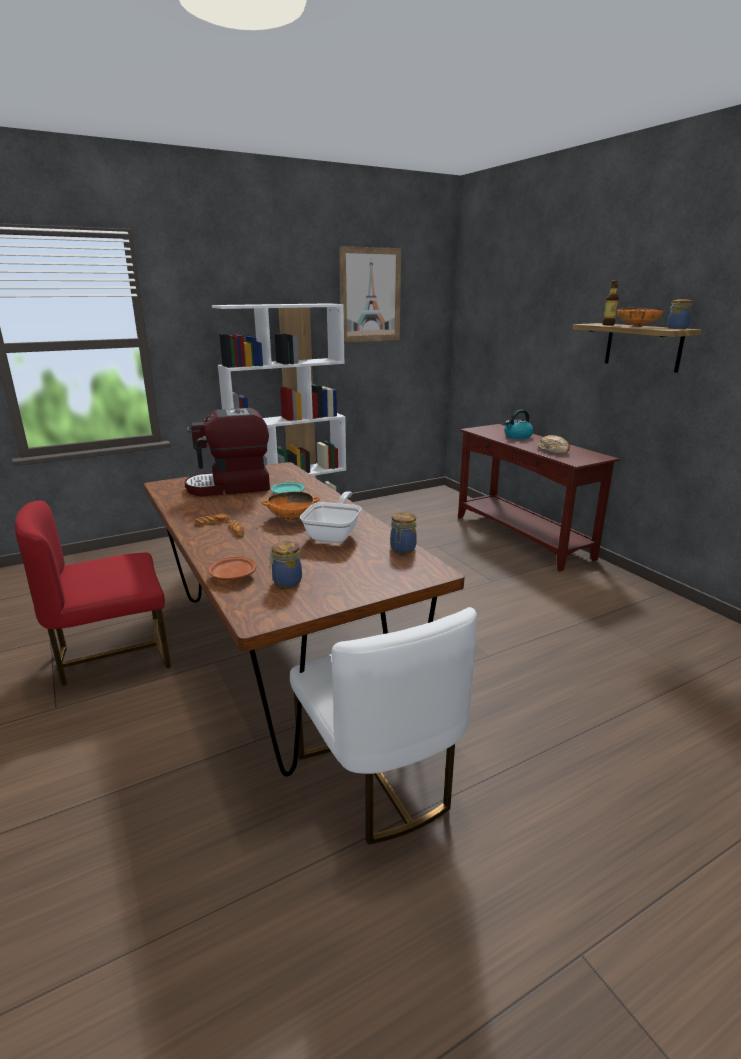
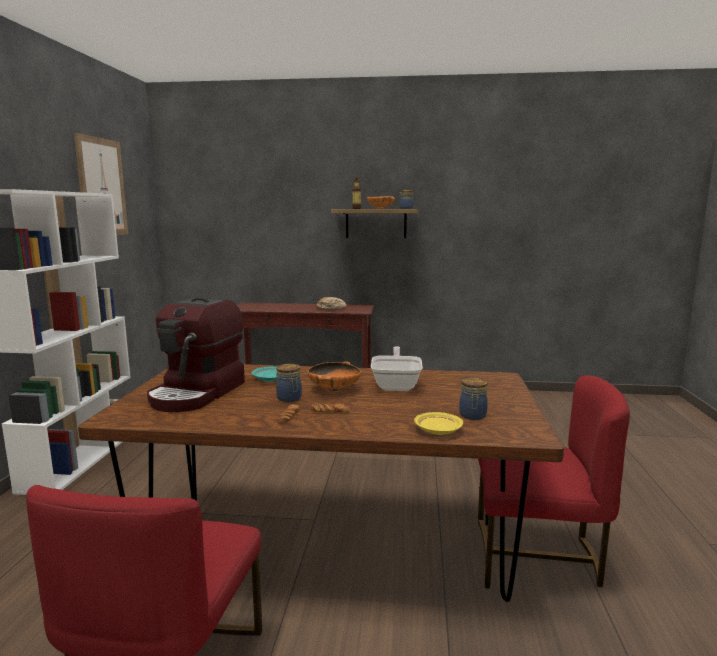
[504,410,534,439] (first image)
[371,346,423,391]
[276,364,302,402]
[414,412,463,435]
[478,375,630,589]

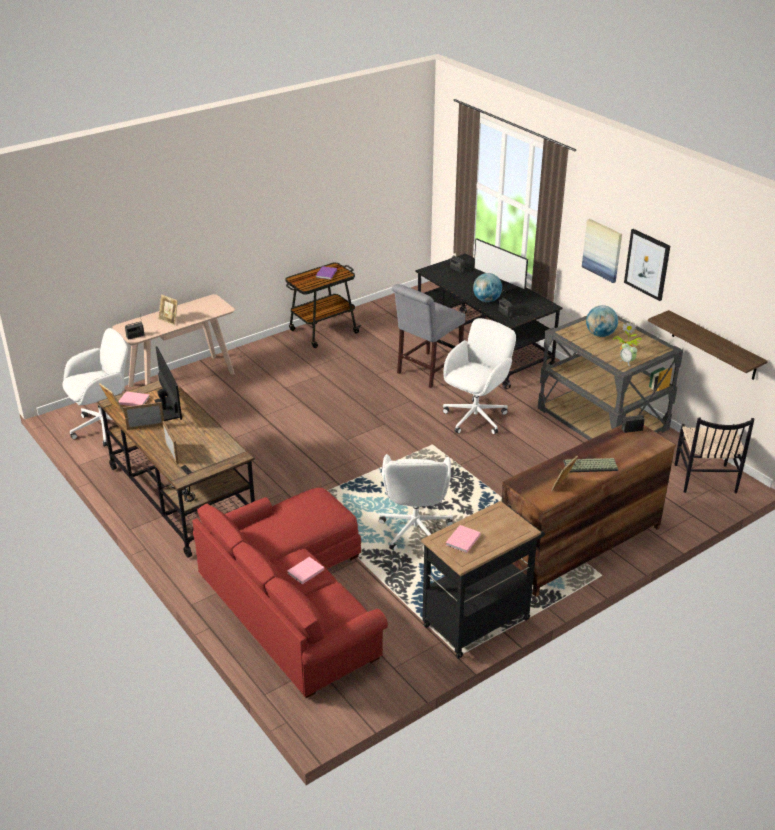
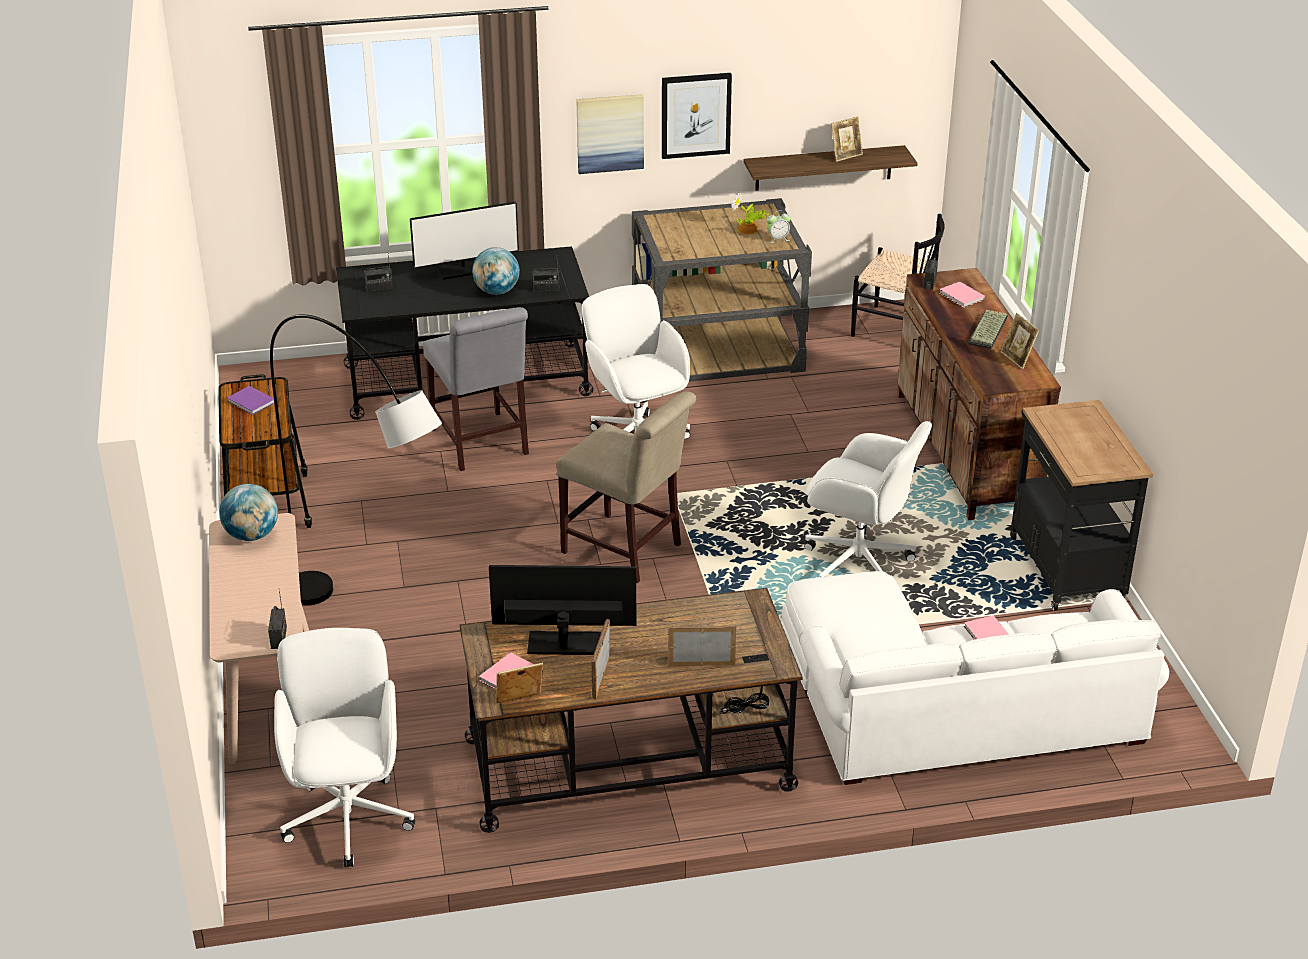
[831,117,863,162]
[219,484,278,541]
[782,571,1169,785]
[939,282,985,308]
[270,314,442,606]
[557,391,696,583]

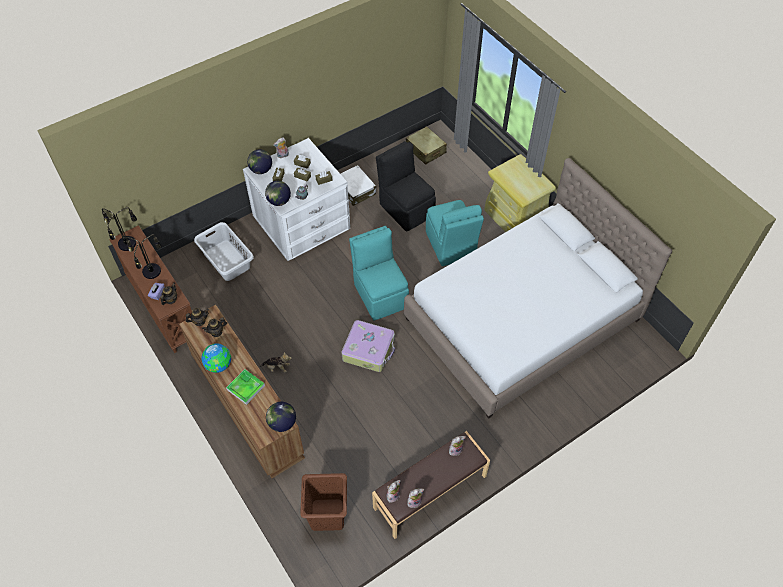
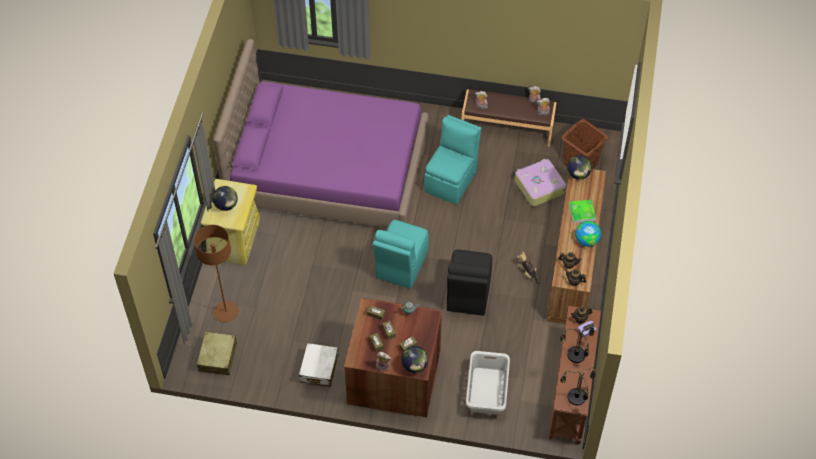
[344,298,442,417]
[447,250,492,316]
[213,39,429,228]
[213,186,238,211]
[424,115,481,204]
[515,159,566,206]
[194,225,238,322]

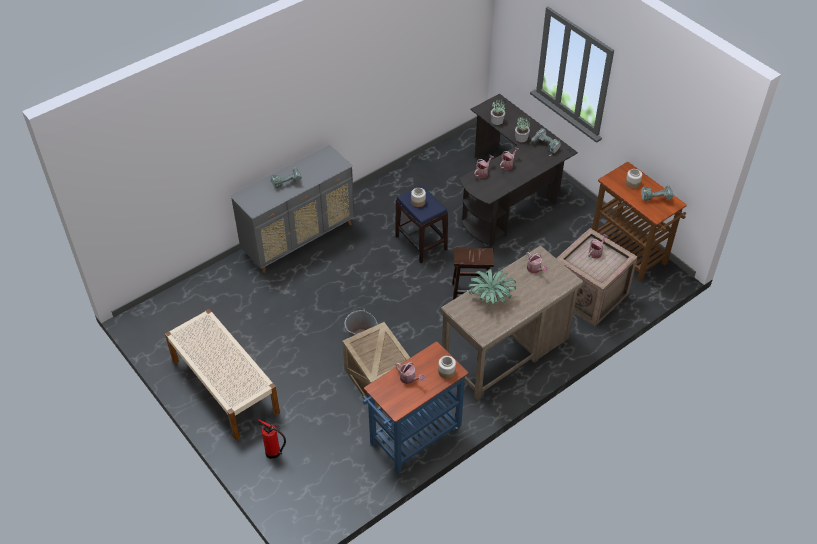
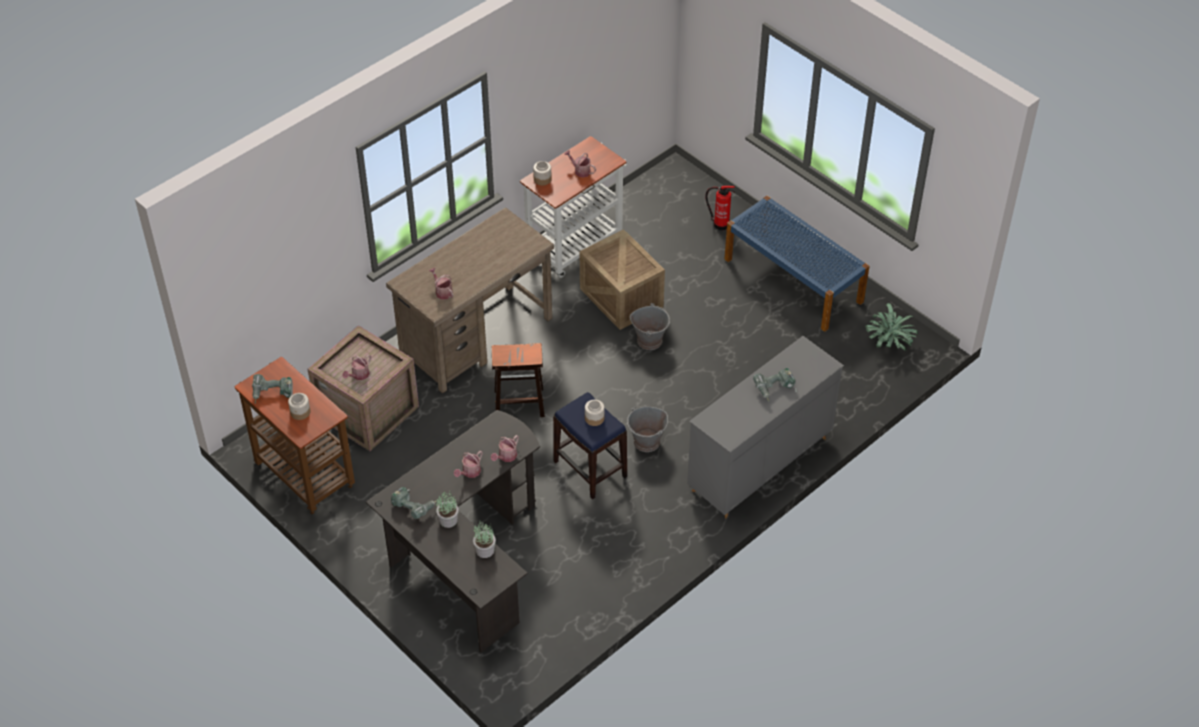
[865,303,918,351]
[724,196,869,332]
[520,136,627,278]
[627,406,668,452]

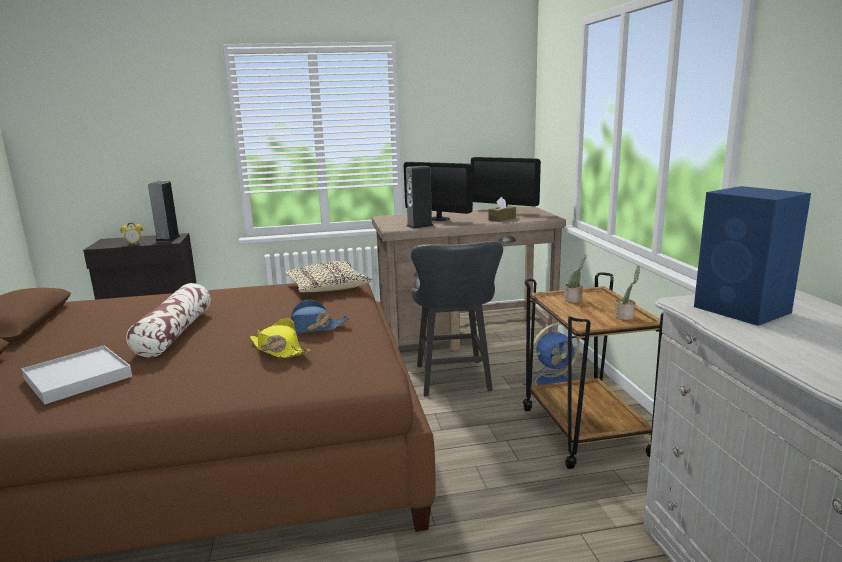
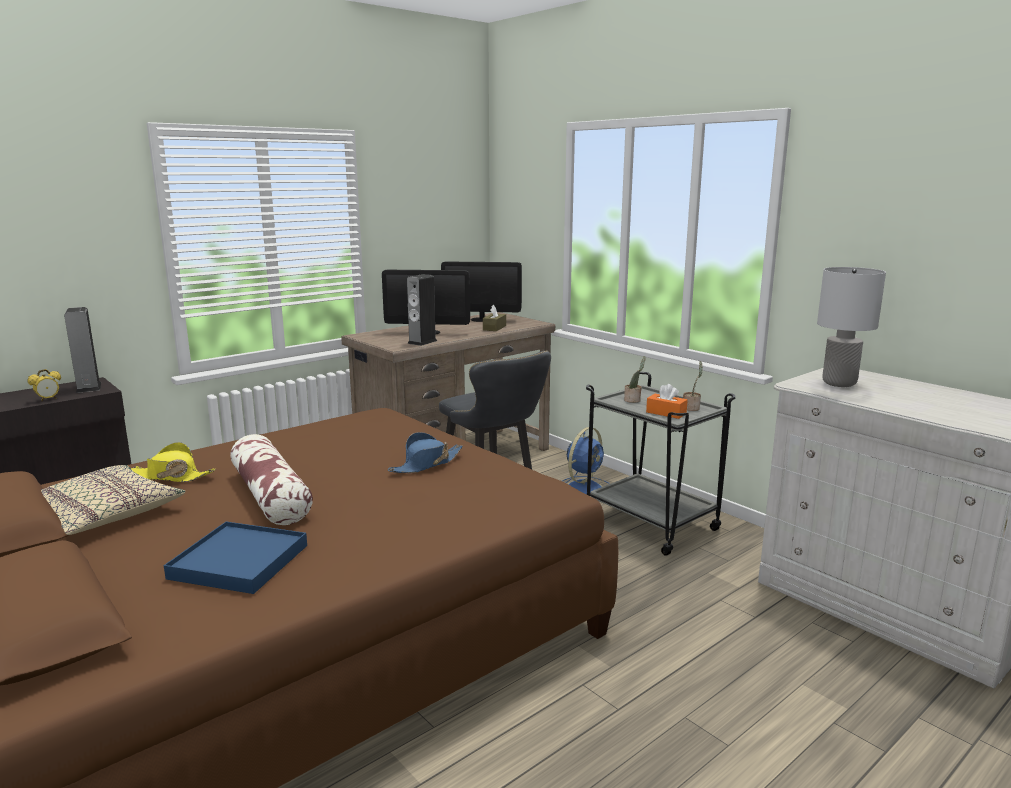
[817,267,886,387]
[41,465,185,535]
[586,372,735,556]
[130,442,216,482]
[164,521,307,594]
[646,384,688,419]

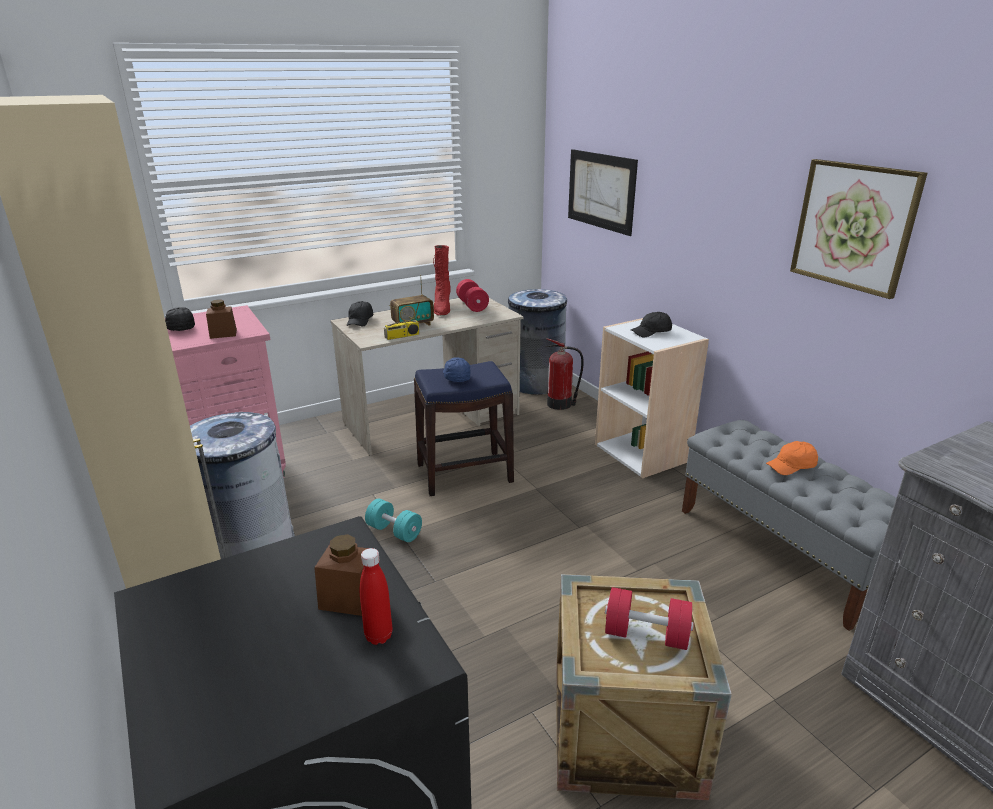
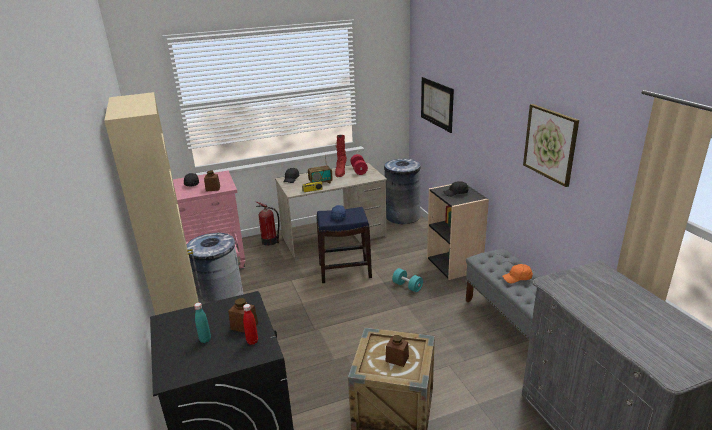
[427,184,489,280]
[256,201,280,246]
[392,268,423,292]
[385,335,409,367]
[194,303,211,343]

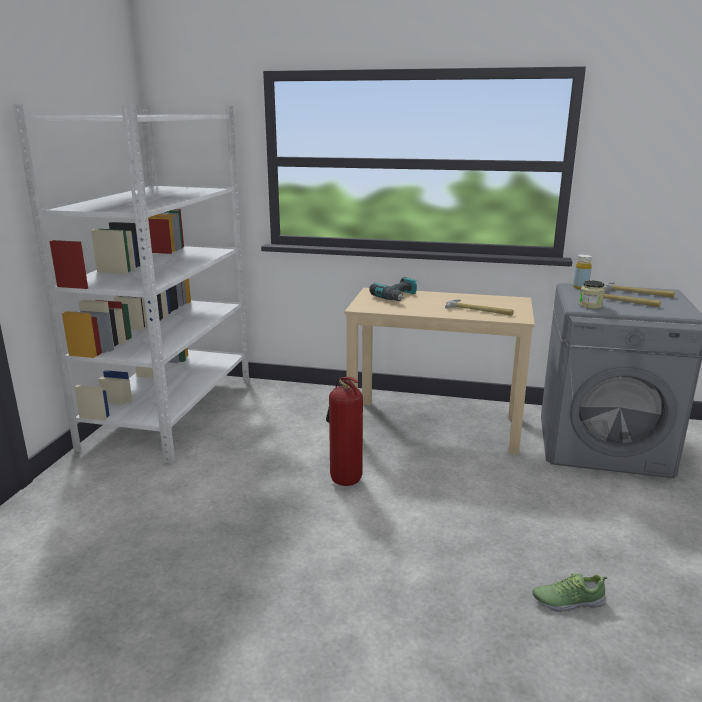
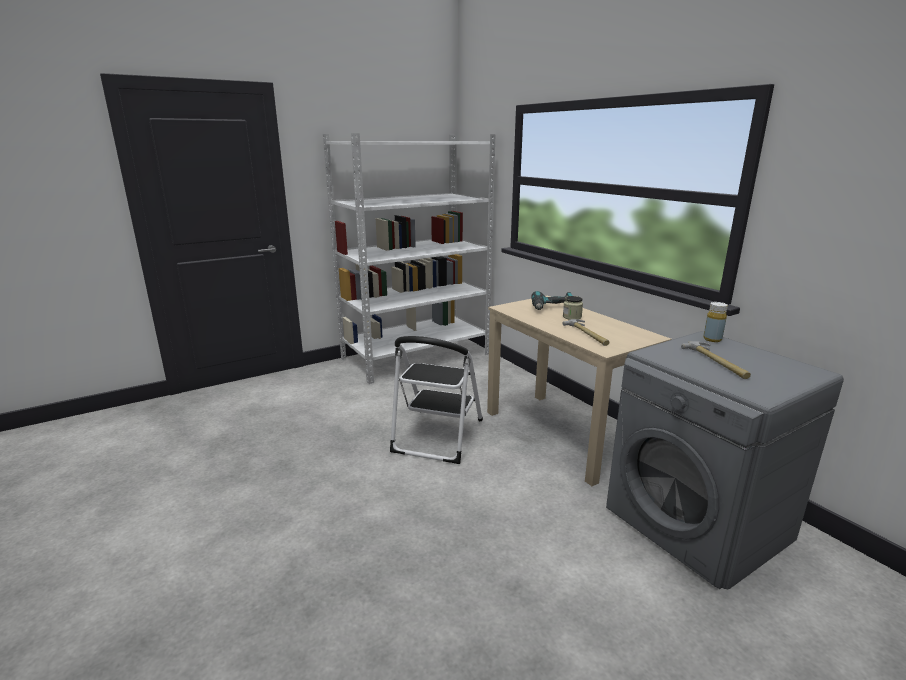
[563,296,583,320]
[603,282,675,298] (first image)
[390,336,483,464]
[532,573,607,612] (first image)

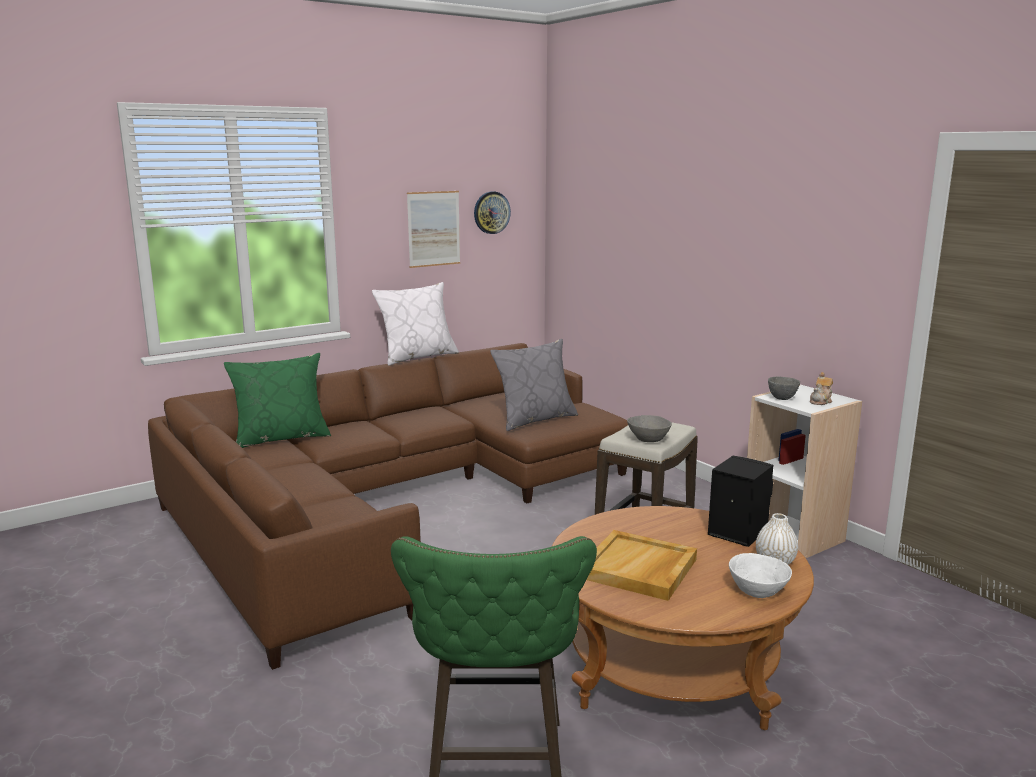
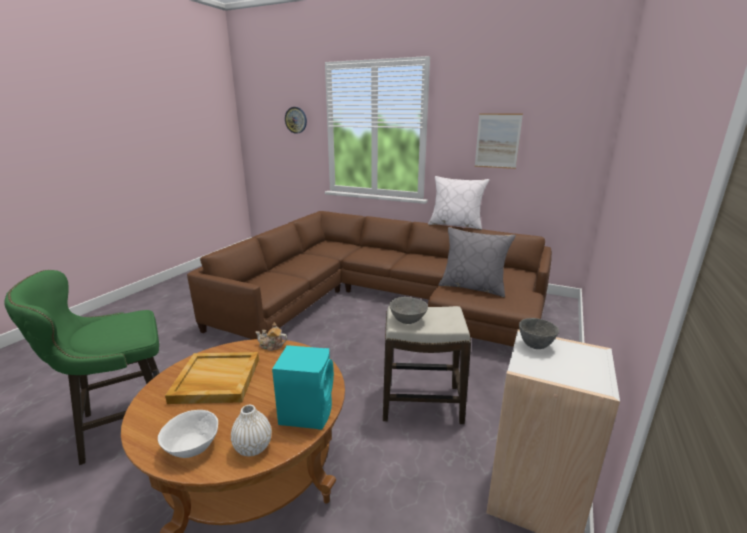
[285,107,307,134]
[224,353,331,448] (first image)
[256,323,287,351]
[272,345,334,430]

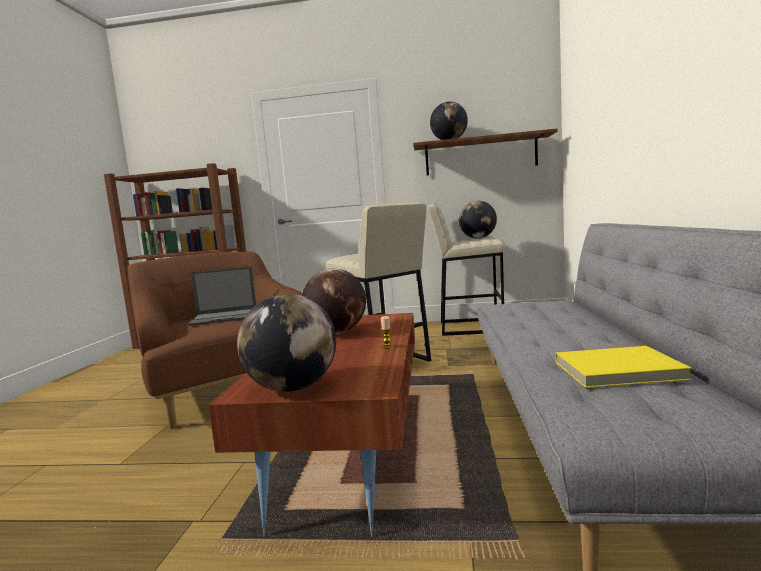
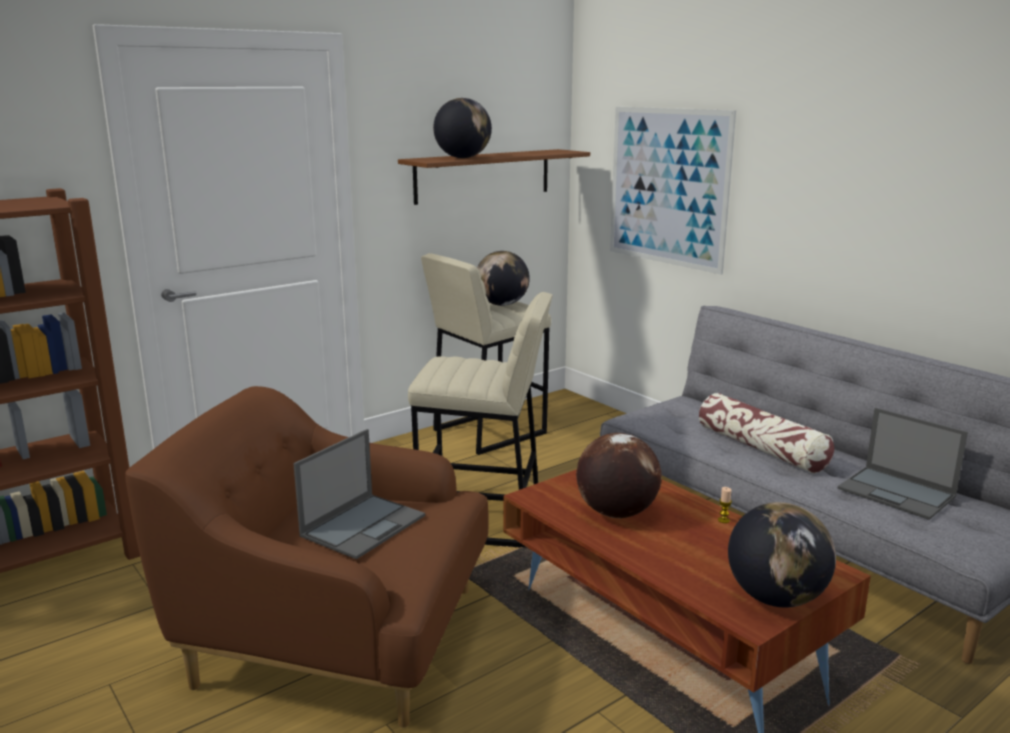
[838,408,968,520]
[610,107,736,275]
[699,393,834,474]

